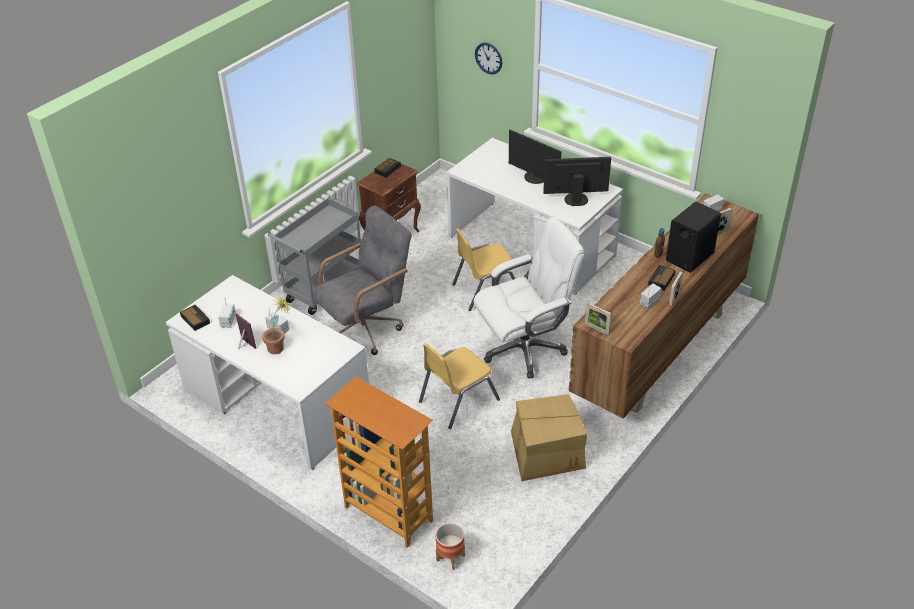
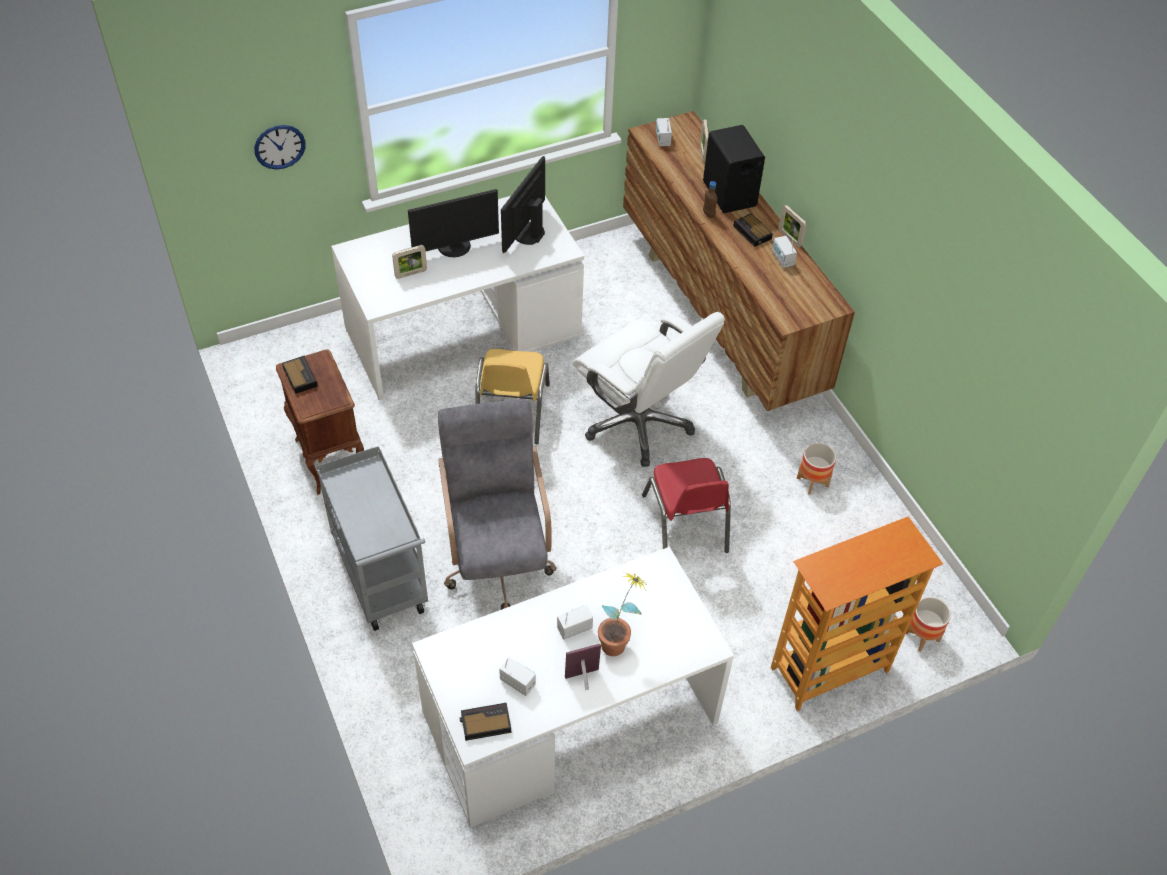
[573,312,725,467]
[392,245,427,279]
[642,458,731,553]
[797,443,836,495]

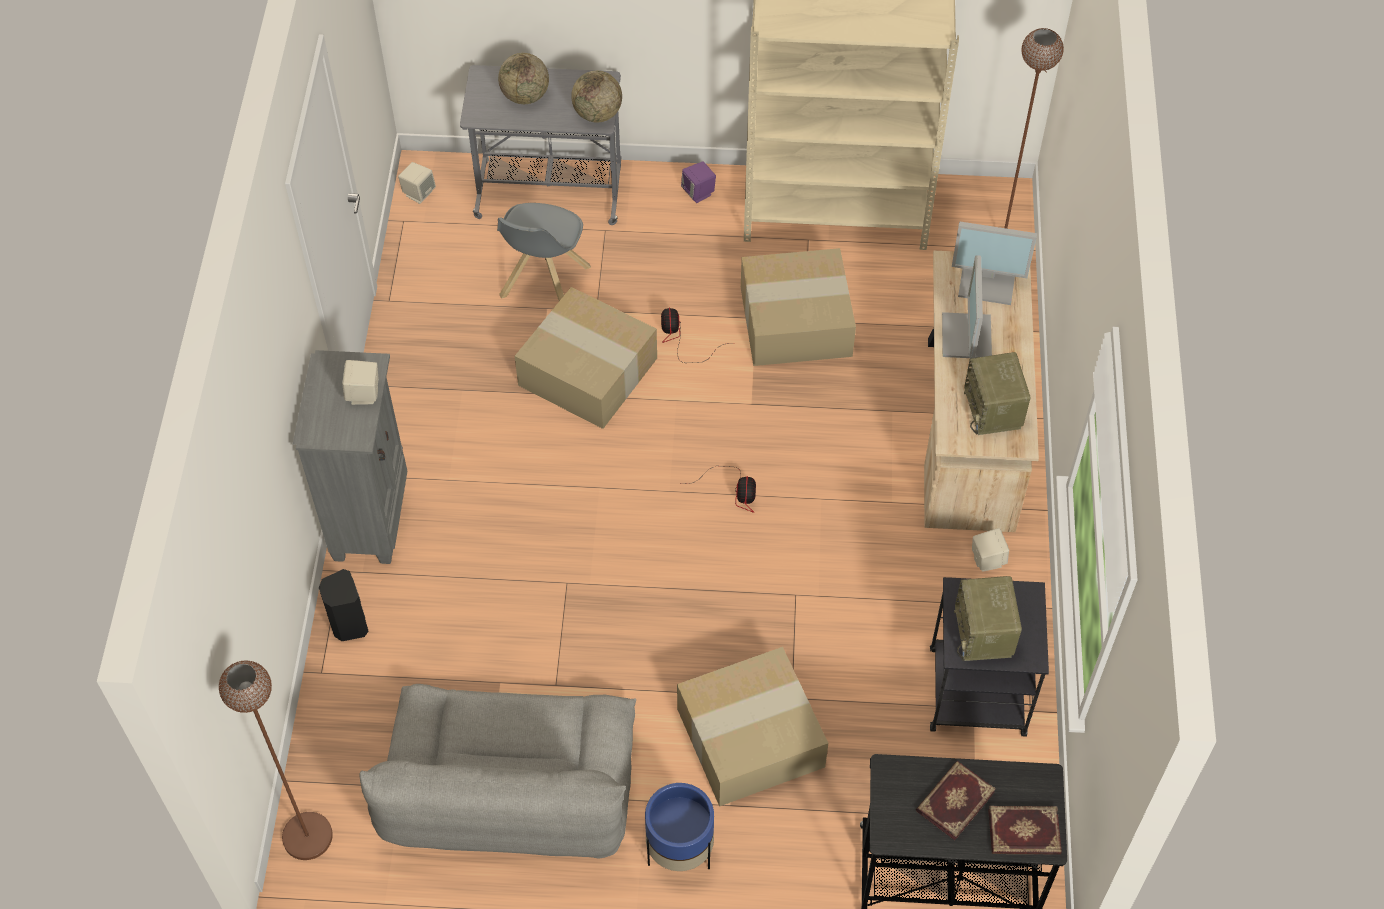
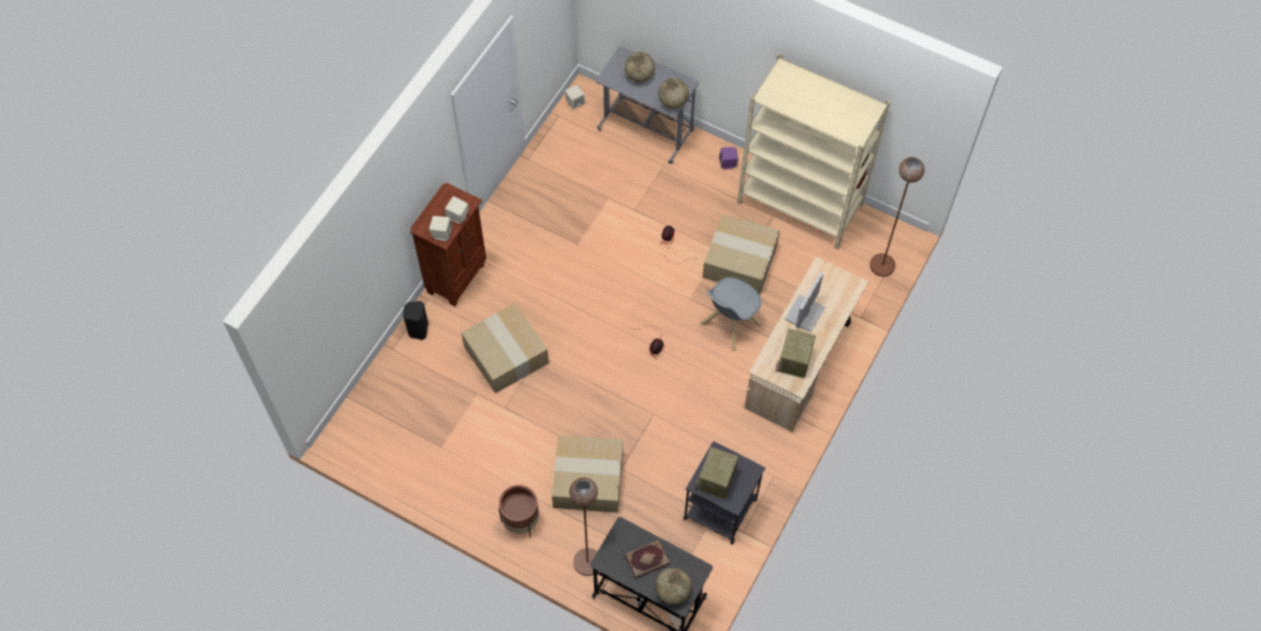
[701,277,762,351]
[952,221,1037,305] (first image)
[461,303,549,393]
[410,183,486,306]
[429,216,452,241]
[569,477,598,576]
[360,684,636,859] (first image)
[499,485,539,538]
[655,568,692,605]

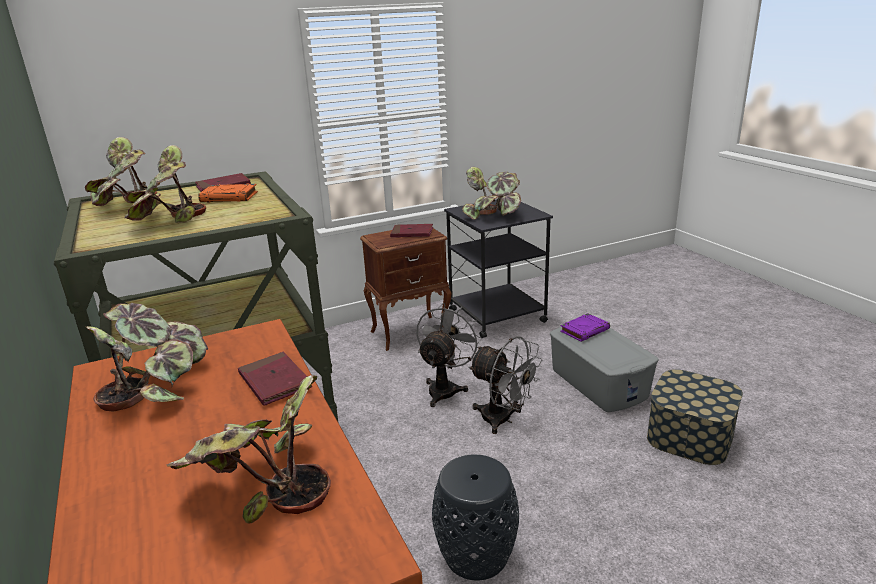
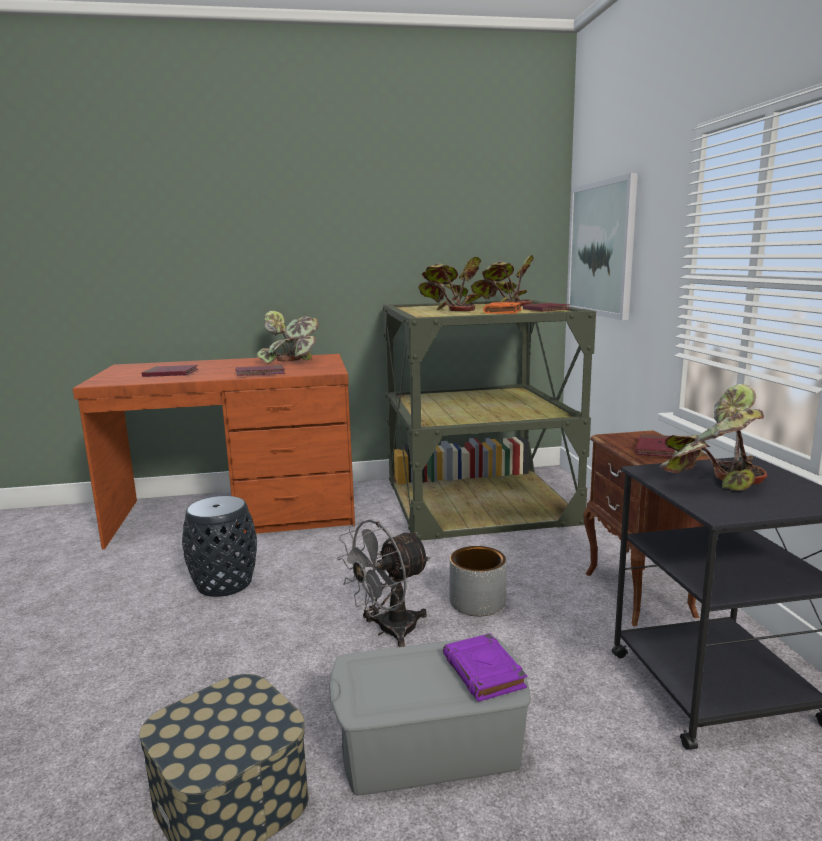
[449,546,506,617]
[142,365,198,377]
[567,173,638,320]

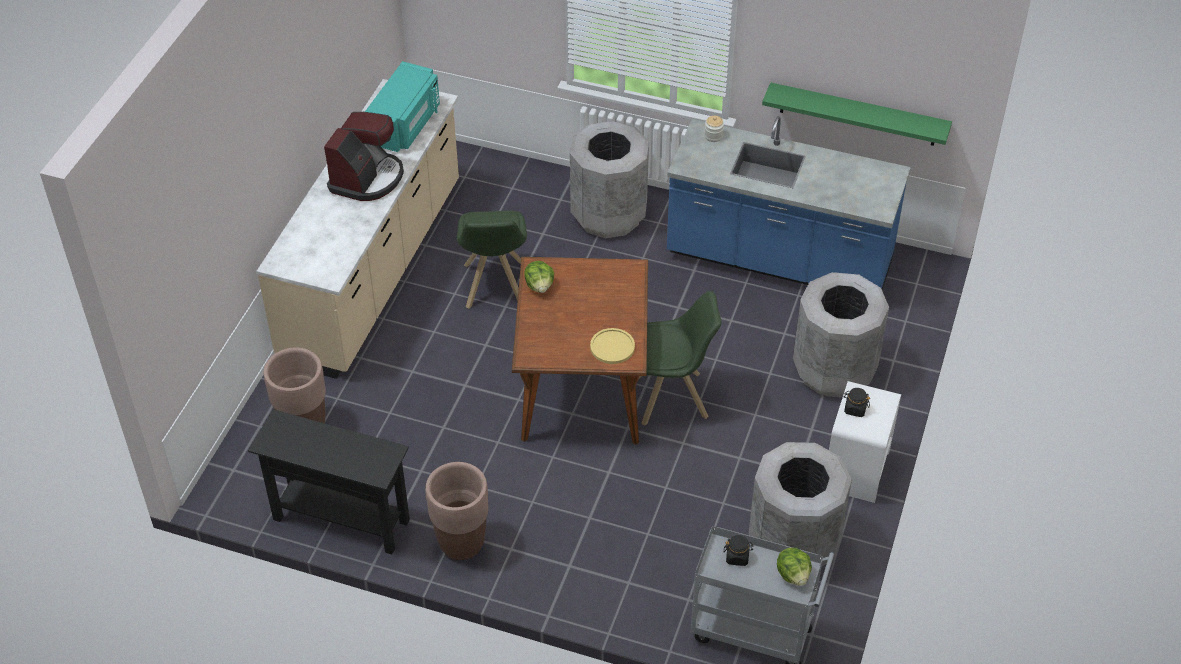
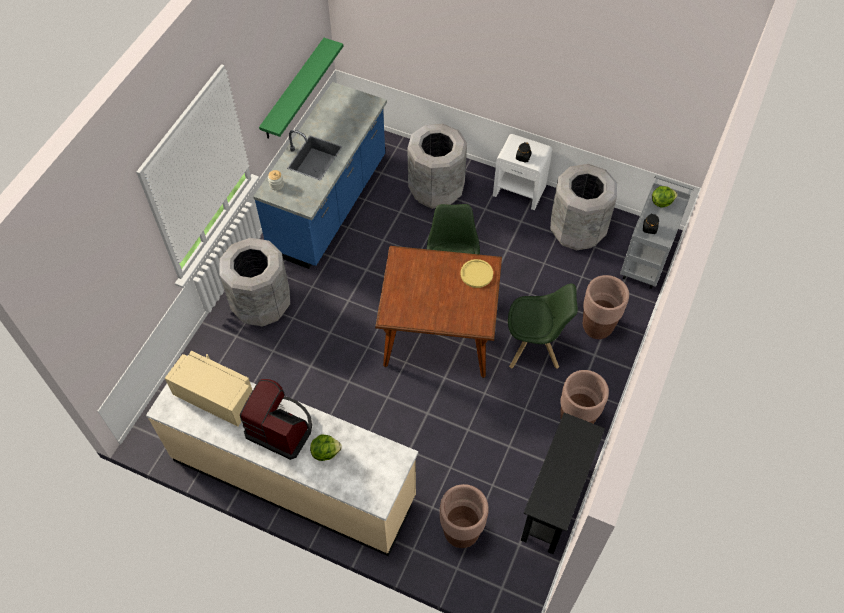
[165,351,253,427]
[508,283,578,369]
[310,434,342,461]
[583,275,629,339]

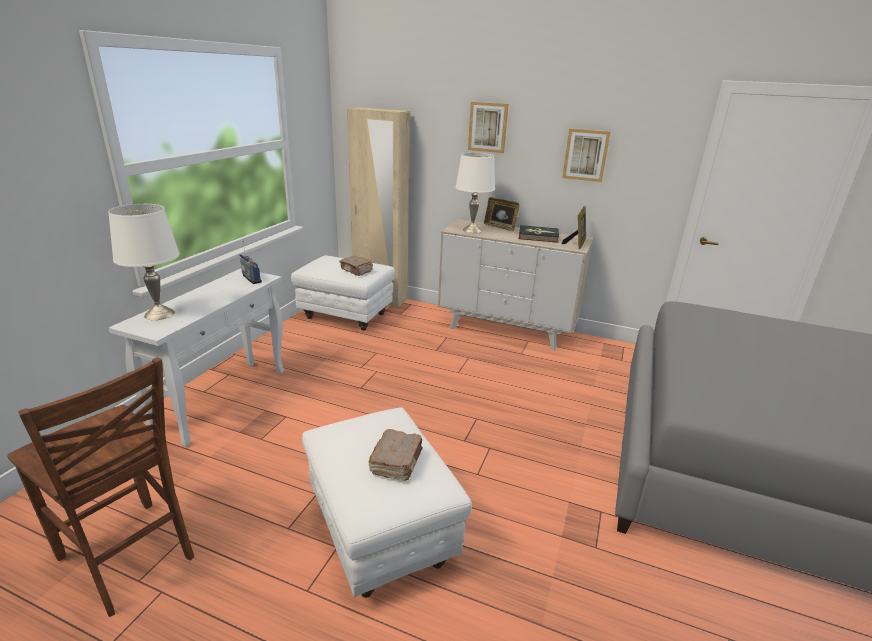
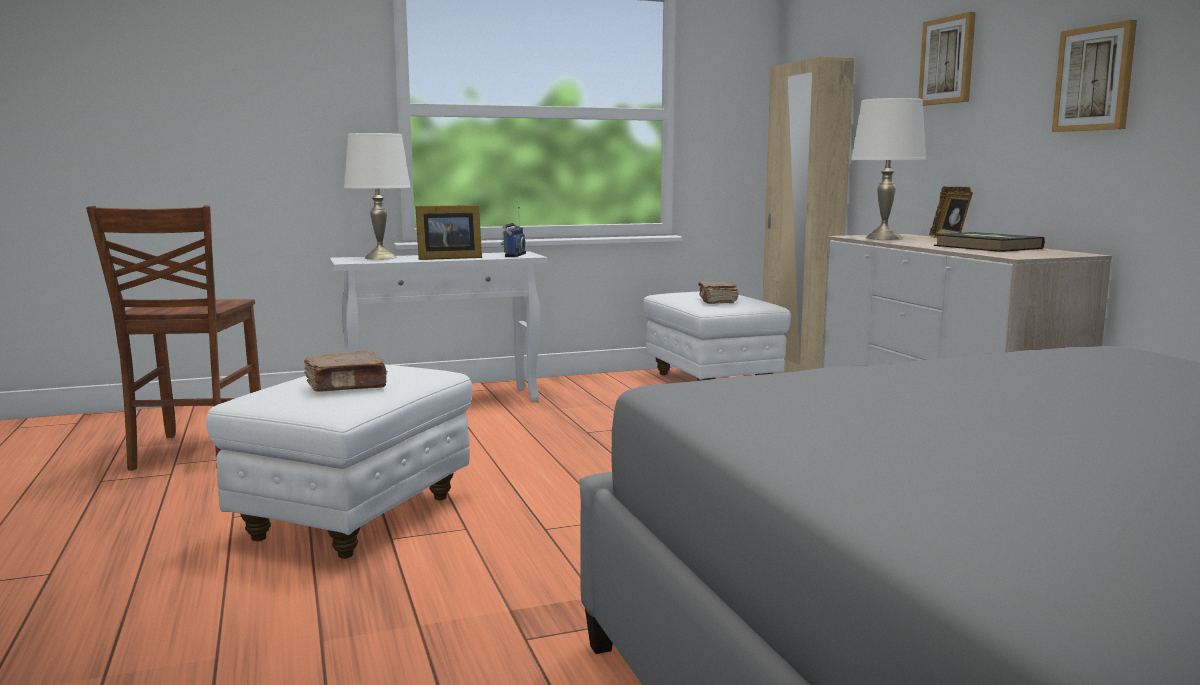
[415,205,482,260]

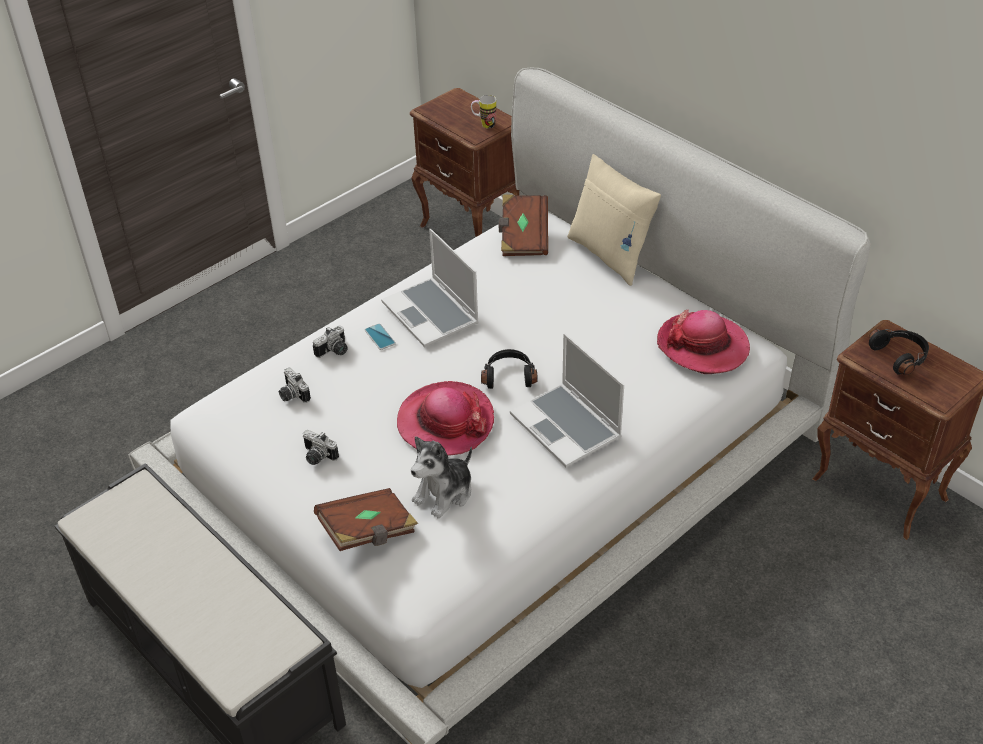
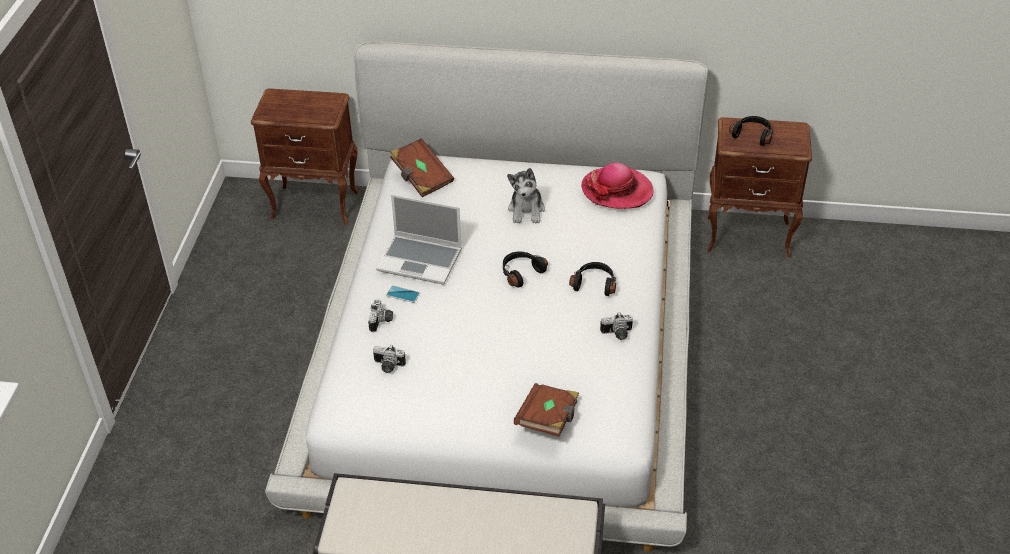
[471,95,496,129] (first image)
[567,154,661,286] (first image)
[569,262,616,296]
[397,381,494,456] (first image)
[600,312,633,340]
[507,168,545,223]

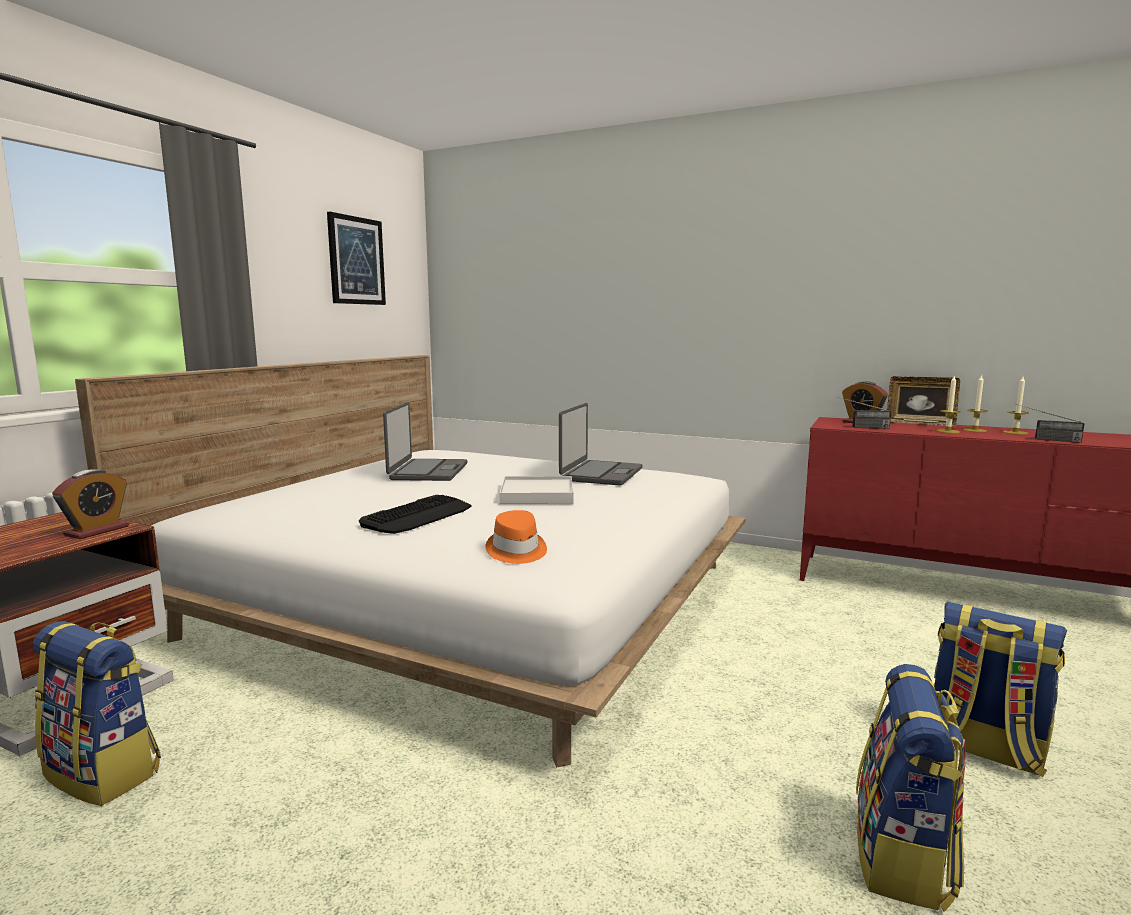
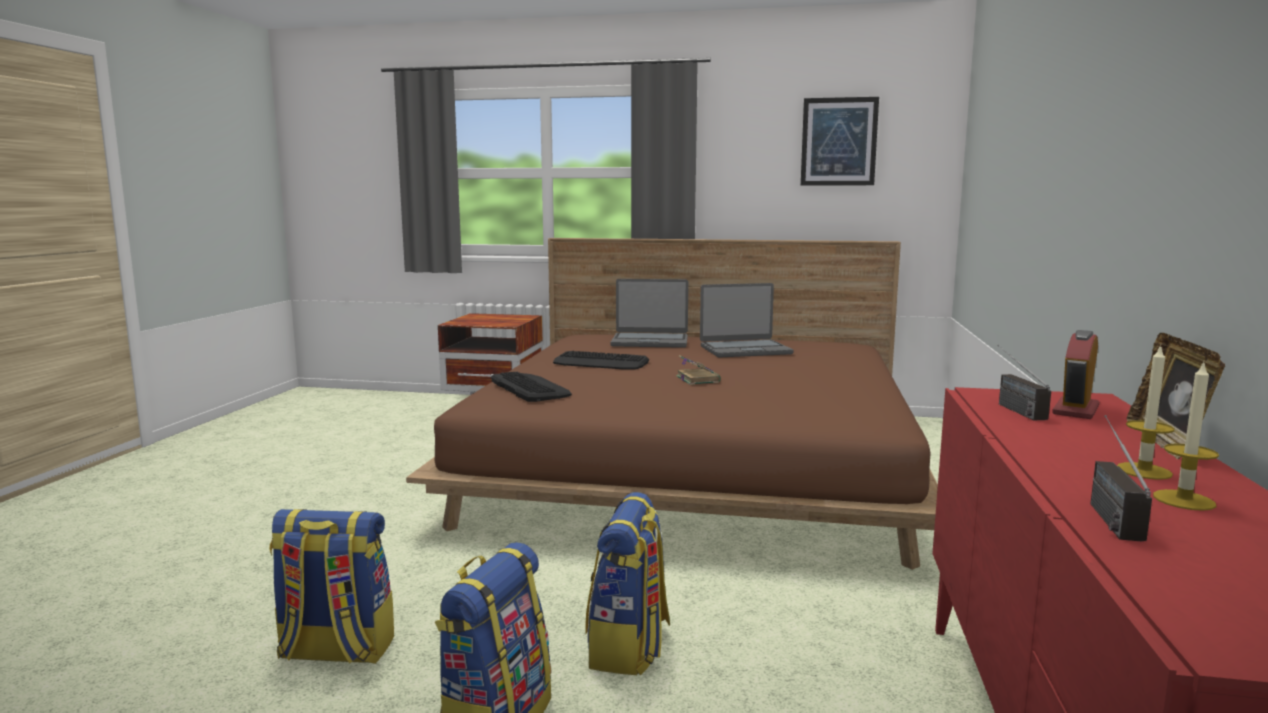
[406,238,938,570]
[936,375,960,433] (first image)
[610,279,688,348]
[52,469,129,539] (first image)
[676,355,721,385]
[491,372,572,402]
[585,492,670,675]

